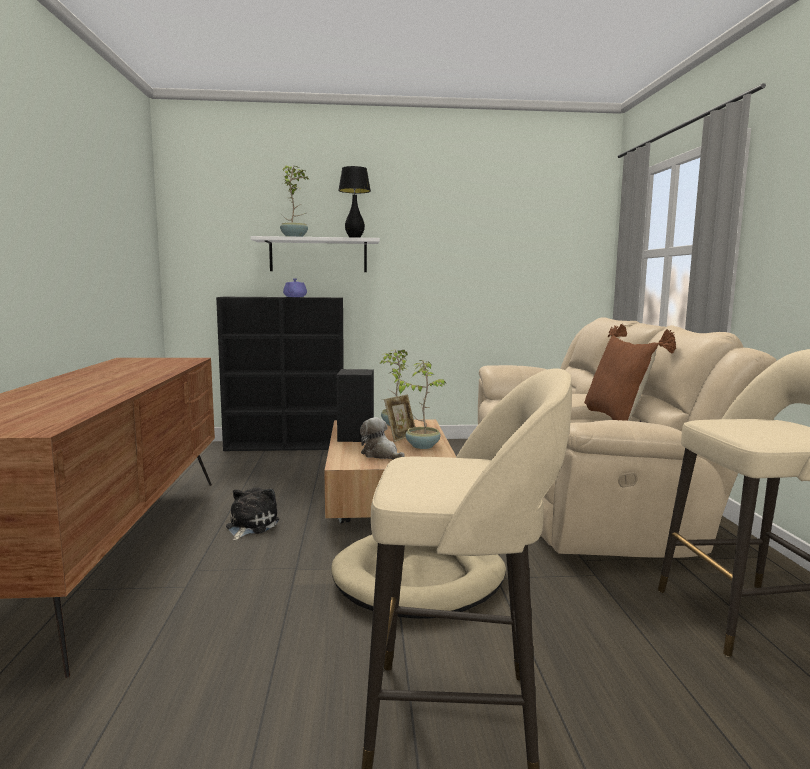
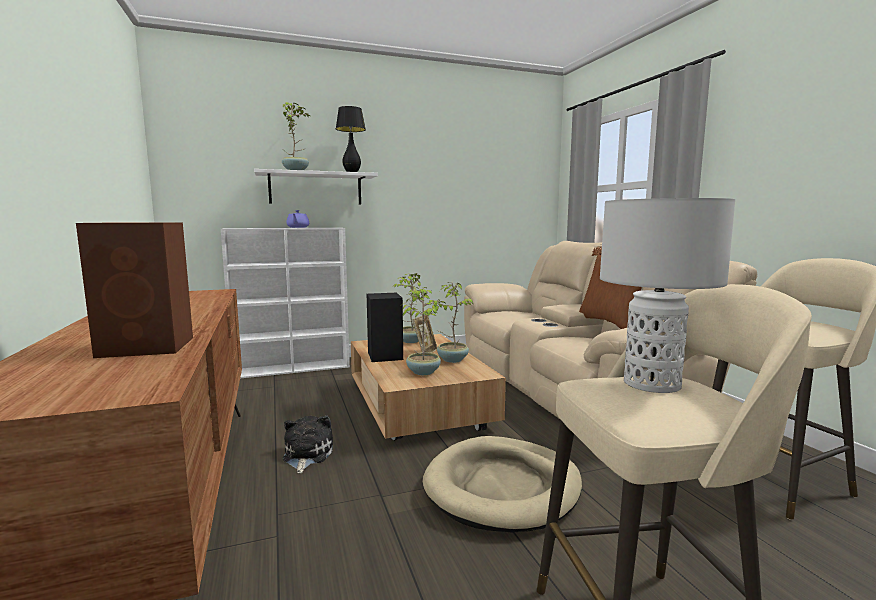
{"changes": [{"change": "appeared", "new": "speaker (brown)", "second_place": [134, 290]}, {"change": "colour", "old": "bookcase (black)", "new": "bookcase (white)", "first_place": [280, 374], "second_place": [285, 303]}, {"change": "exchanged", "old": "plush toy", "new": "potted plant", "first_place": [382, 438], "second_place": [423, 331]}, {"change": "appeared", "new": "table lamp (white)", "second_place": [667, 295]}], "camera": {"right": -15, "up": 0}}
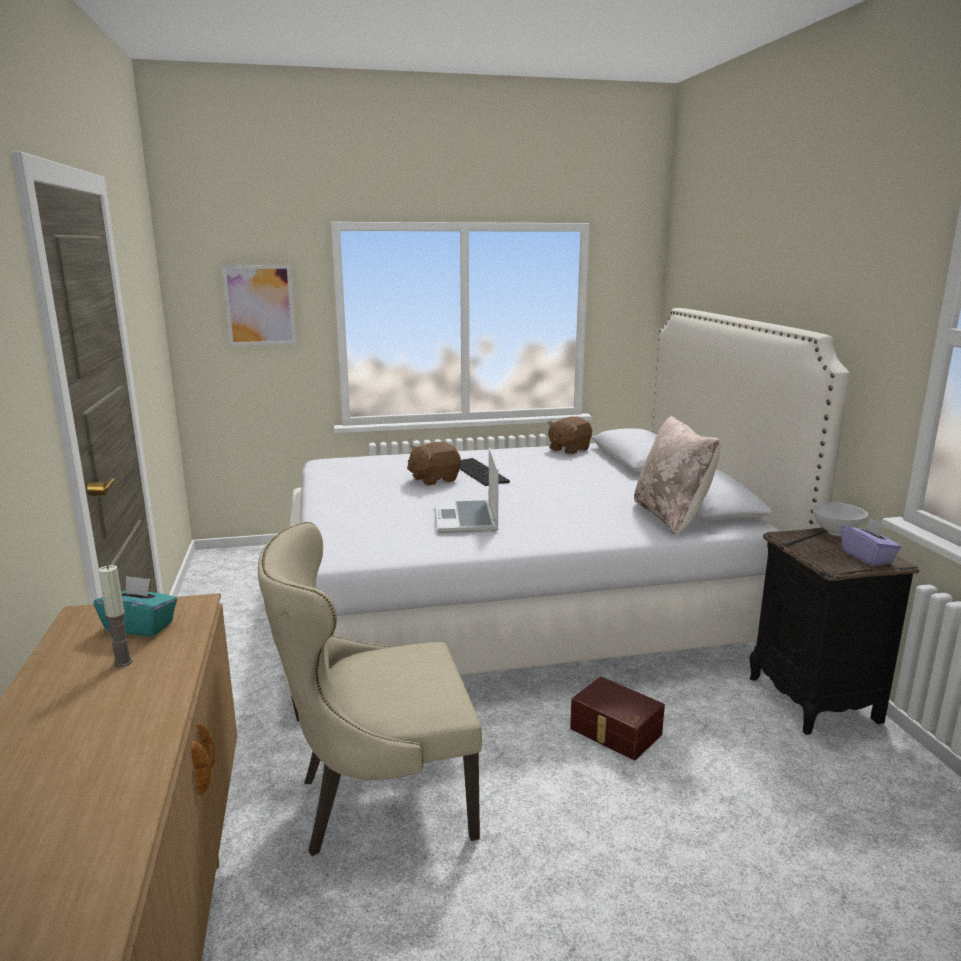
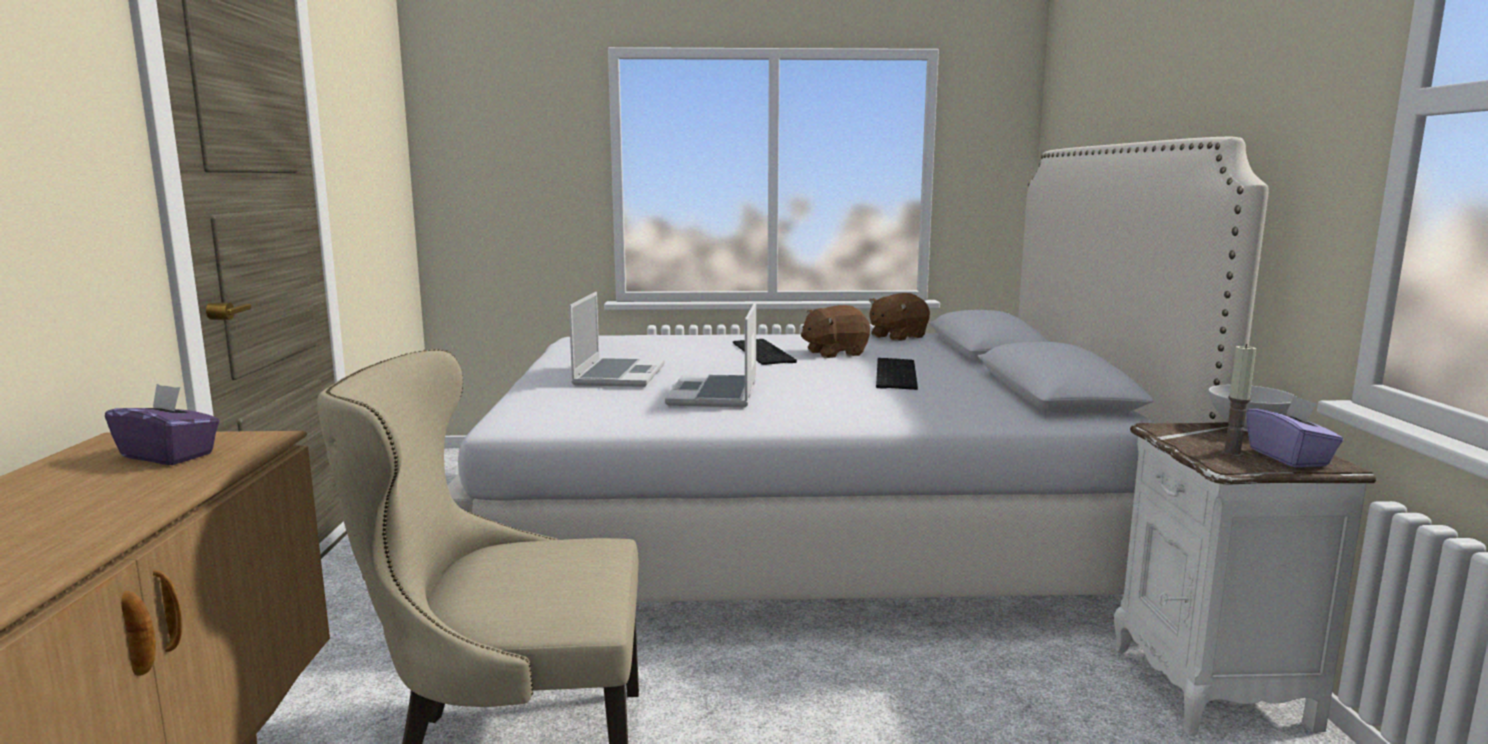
{"changes": [{"change": "colour", "old": "tissue box (turquoise)", "new": "tissue box (purple)", "first_place": [135, 605], "second_place": [162, 424]}, {"change": "appeared", "new": "laptop", "second_place": [617, 339]}, {"change": "relocated", "old": "plush toy (brown)", "first_place": [434, 464], "second_place": [835, 331]}, {"change": "appeared", "new": "keyboard", "second_place": [897, 374]}, {"change": "colour", "old": "nightstand (black)", "new": "nightstand (white)", "first_place": [834, 631], "second_place": [1245, 578]}, {"change": "relocated", "old": "candle", "first_place": [115, 616], "second_place": [1239, 400]}, {"change": "missing", "old": "picture", "first_place": [259, 305]}, {"change": "missing", "old": "storage box (brown)", "first_place": [617, 718]}, {"change": "missing", "old": "pillow (beige)", "first_place": [677, 476]}], "camera": {"right": 10, "up": -5}}
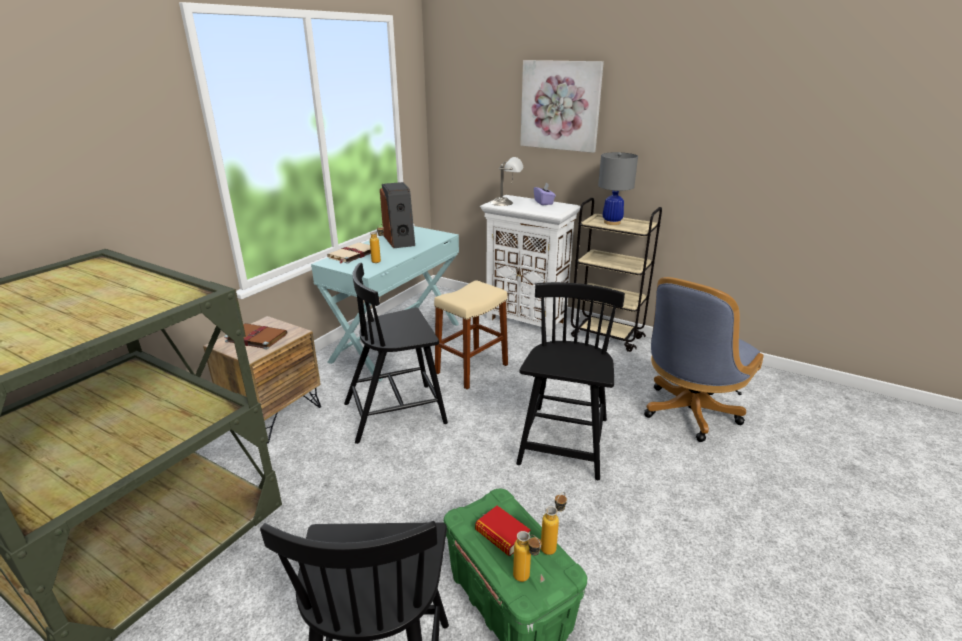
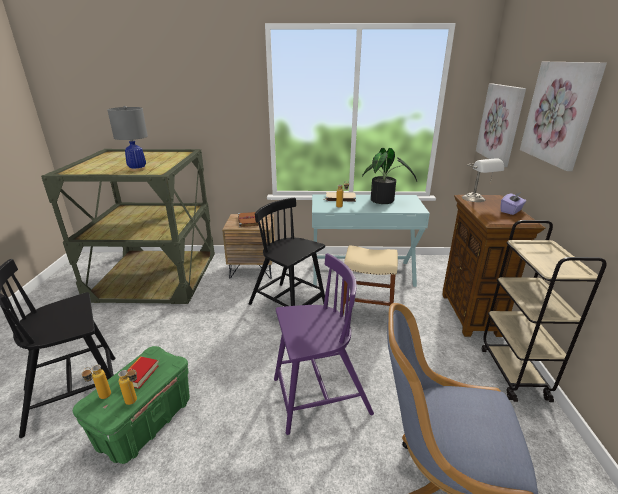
{"changes": [{"change": "relocated", "old": "table lamp (grey)", "first_place": [618, 188], "second_place": [128, 139]}, {"change": "colour", "old": "chair (black)", "new": "chair (purple)", "first_place": [570, 381], "second_place": [324, 344]}, {"change": "exchanged", "old": "speaker", "new": "potted plant", "first_place": [397, 215], "second_place": [389, 176]}, {"change": "colour", "old": "cabinet (white)", "new": "cabinet (brown)", "first_place": [530, 265], "second_place": [494, 266]}, {"change": "appeared", "new": "picture", "second_place": [501, 125]}], "camera": {"right": 60, "up": 0}}
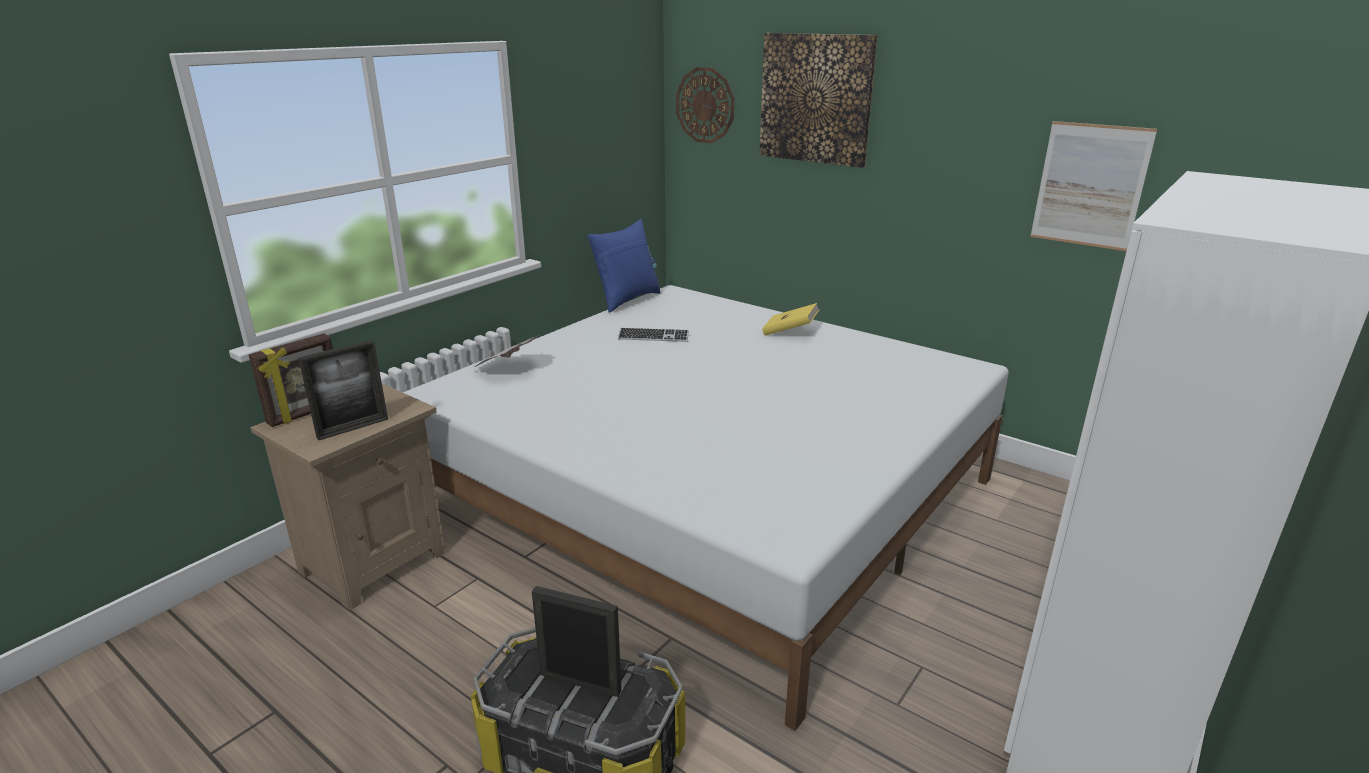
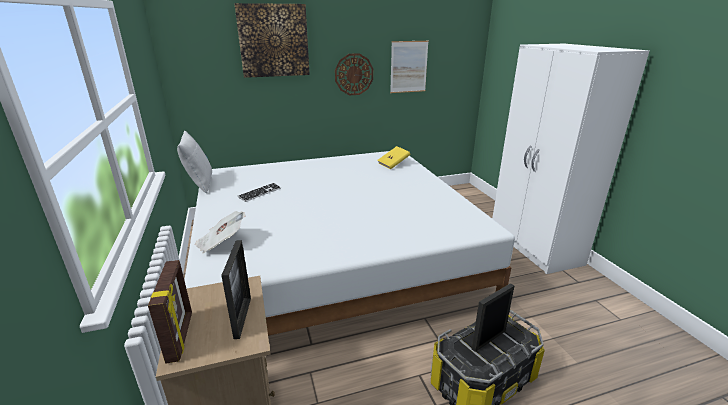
{"changes": [{"change": "colour", "old": "pillow (blue)", "new": "pillow (grey)", "first_place": [624, 266], "second_place": [194, 162]}, {"change": "relocated", "old": "wall clock", "first_place": [705, 105], "second_place": [354, 74]}, {"change": "relocated", "old": "book (yellow)", "first_place": [790, 319], "second_place": [394, 158]}], "camera": {"right": -55, "up": 0}}
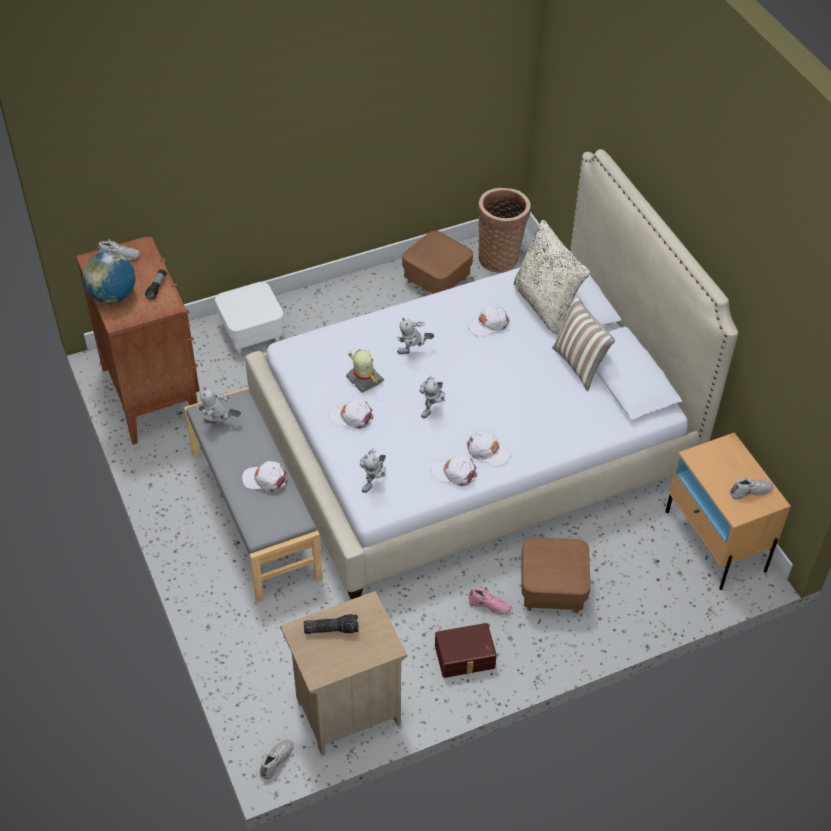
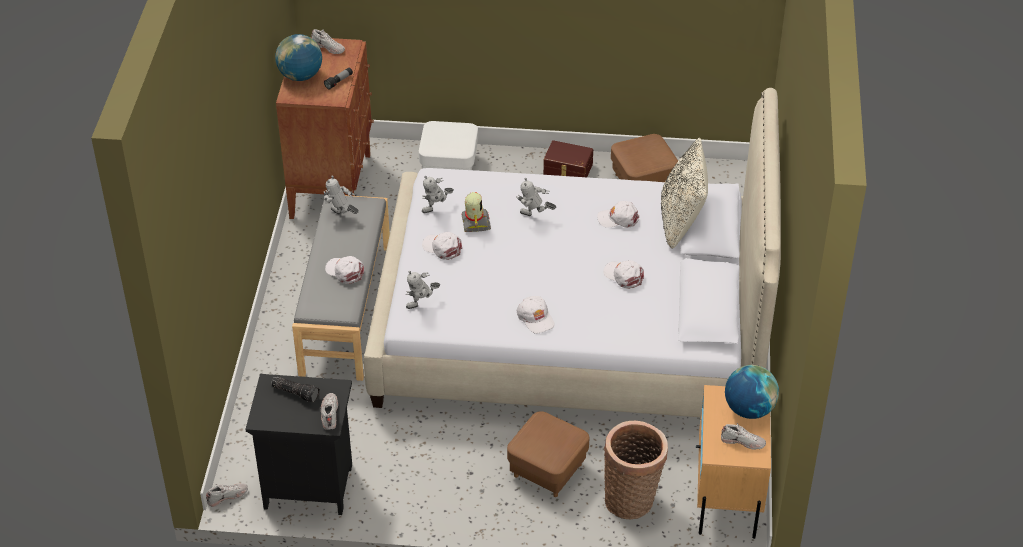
{"changes": [{"change": "colour", "old": "nightstand (beige)", "new": "nightstand (black)", "first_place": [344, 673], "second_place": [298, 444]}, {"change": "appeared", "new": "shoe (white)", "second_place": [329, 411]}, {"change": "relocated", "old": "toy robot", "first_place": [432, 396], "second_place": [438, 194]}, {"change": "relocated", "old": "storage box (brown)", "first_place": [466, 650], "second_place": [568, 158]}, {"change": "relocated", "old": "cap (white)", "first_place": [454, 470], "second_place": [623, 274]}, {"change": "relocated", "old": "basket", "first_place": [504, 230], "second_place": [636, 470]}, {"change": "appeared", "new": "globe", "second_place": [752, 392]}, {"change": "missing", "old": "shoe (pink)", "first_place": [490, 601]}, {"change": "missing", "old": "pillow", "first_place": [583, 343]}], "camera": {"right": 30, "up": -5}}
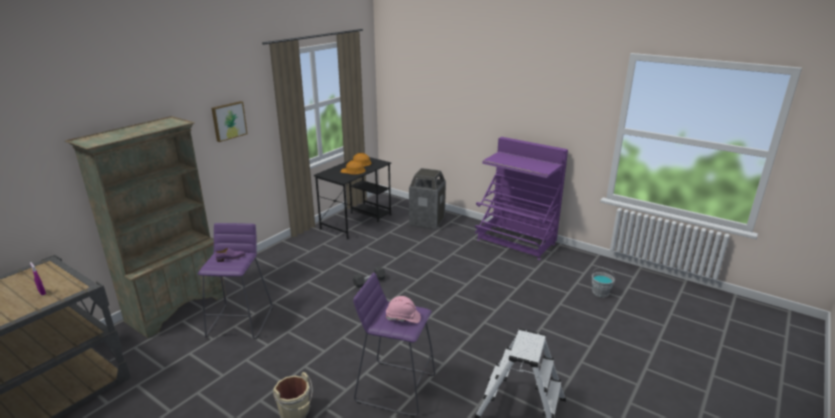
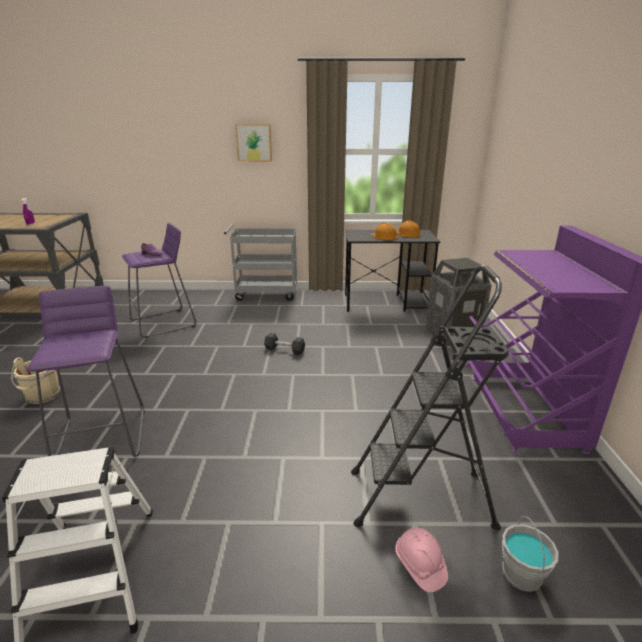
{"changes": [{"change": "appeared", "new": "cart (grey)", "second_place": [260, 262]}, {"change": "appeared", "new": "step ladder", "second_place": [430, 397]}, {"change": "relocated", "old": "hard hat (pink)", "first_place": [403, 309], "second_place": [422, 560]}, {"change": "missing", "old": "bookcase (green)", "first_place": [145, 227]}], "camera": {"right": 55, "up": 0}}
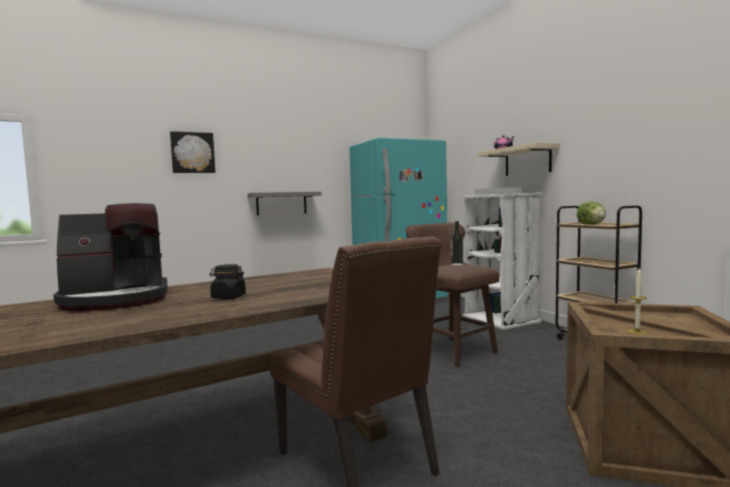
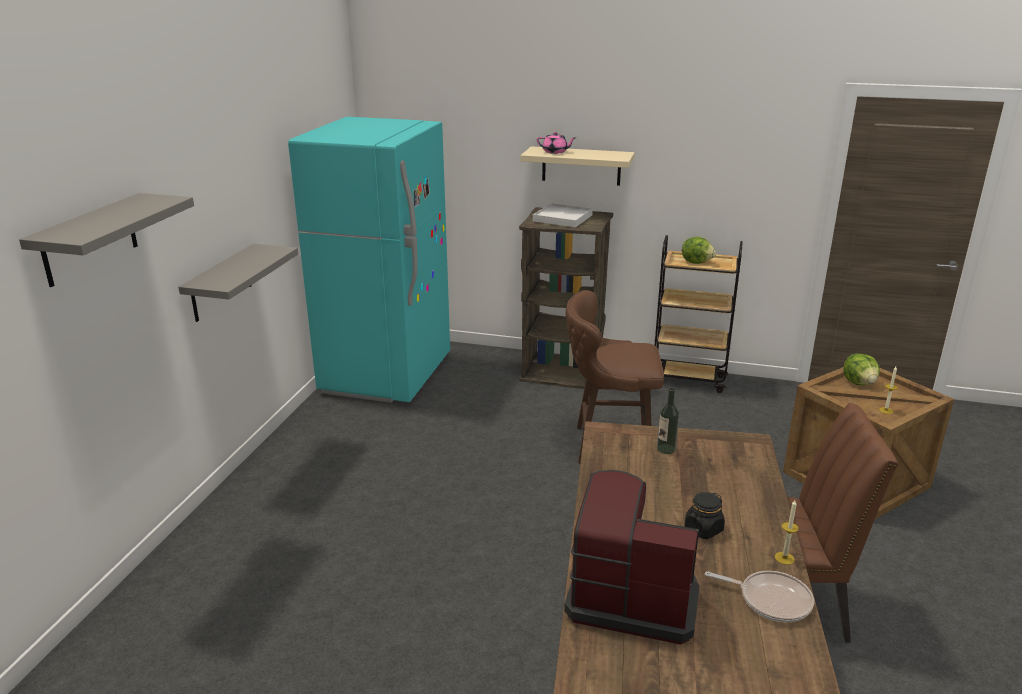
{"changes": [{"change": "exchanged", "old": "picture", "new": "shelf (grey)", "first_place": [192, 152], "second_place": [106, 240]}, {"change": "colour", "old": "bookcase (white)", "new": "bookcase (brown)", "first_place": [502, 261], "second_place": [566, 298]}, {"change": "spun", "old": "coffee machine", "first_place": [110, 257], "second_place": [632, 557], "degrees": -90}, {"change": "relocated", "old": "bottle", "first_place": [457, 243], "second_place": [668, 421]}, {"change": "appeared", "new": "frying pan", "second_place": [759, 596]}, {"change": "appeared", "new": "candle", "second_place": [787, 532]}, {"change": "appeared", "new": "lettuce", "second_place": [862, 369]}], "camera": {"right": -50, "up": 20}}
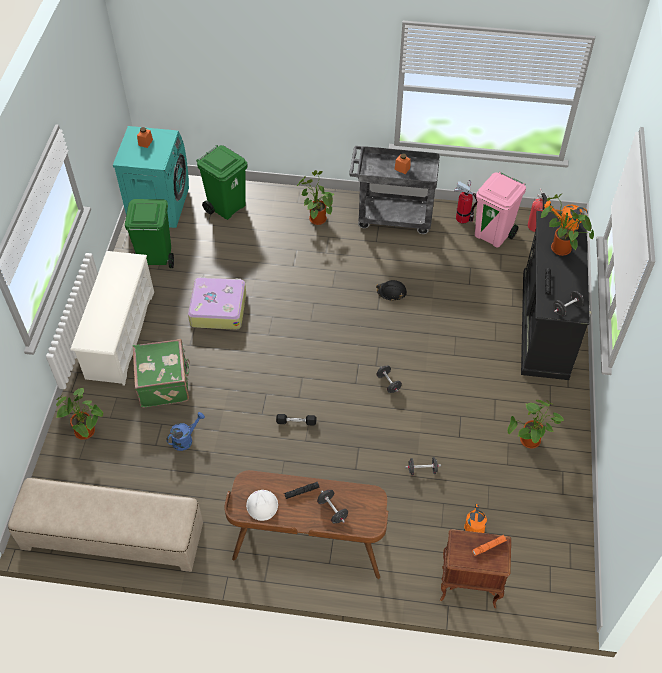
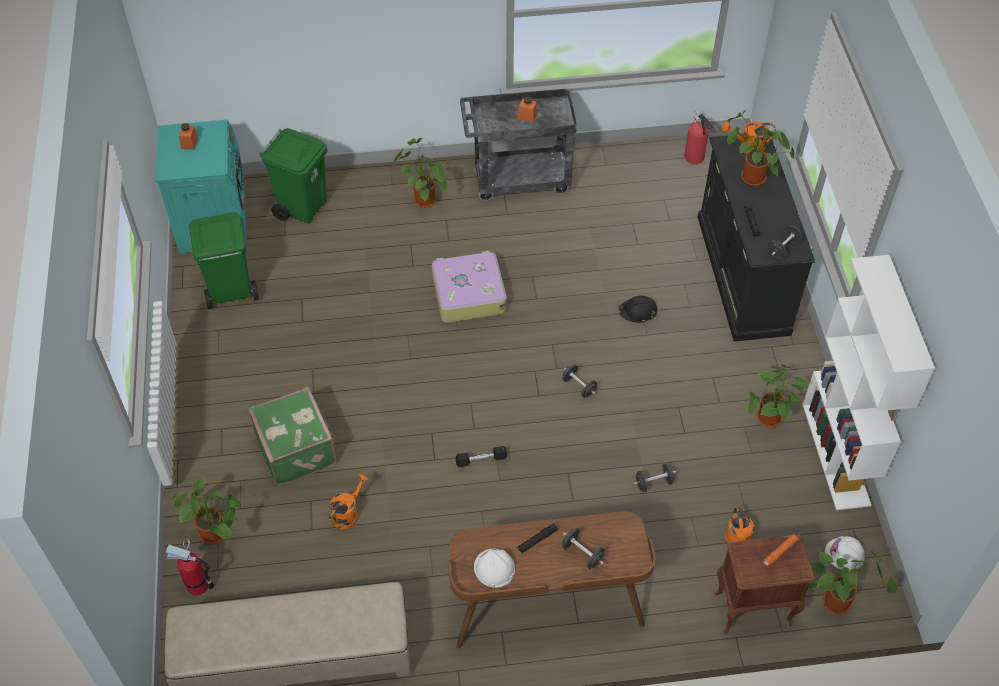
{"changes": [{"change": "relocated", "old": "fire extinguisher", "first_place": [465, 202], "second_place": [190, 567]}, {"change": "colour", "old": "watering can (blue)", "new": "watering can (orange)", "first_place": [185, 431], "second_place": [349, 501]}, {"change": "relocated", "old": "suitcase", "first_place": [217, 303], "second_place": [469, 287]}, {"change": "relocated", "old": "hard hat (black)", "first_place": [391, 290], "second_place": [637, 309]}, {"change": "appeared", "new": "bookcase (white)", "second_place": [868, 382]}, {"change": "appeared", "new": "potted plant", "second_place": [853, 582]}, {"change": "appeared", "new": "hard hat (white)", "second_place": [845, 553]}, {"change": "missing", "old": "shoe rack (white)", "first_place": [112, 318]}, {"change": "missing", "old": "trash can (pink)", "first_place": [500, 210]}], "camera": {"right": -15, "up": 0}}
